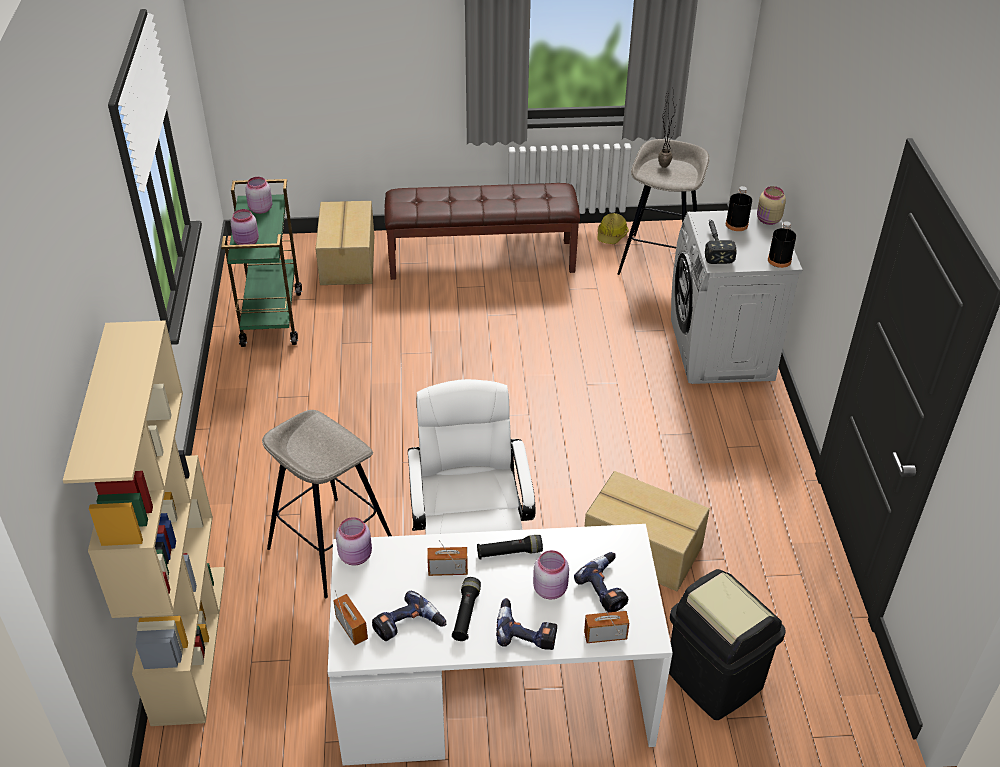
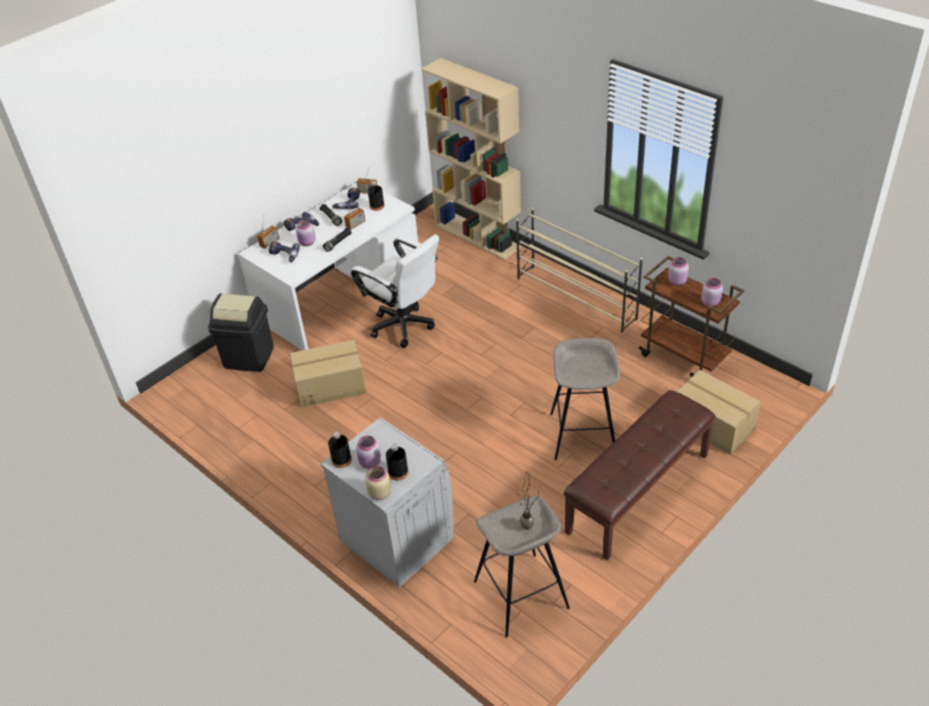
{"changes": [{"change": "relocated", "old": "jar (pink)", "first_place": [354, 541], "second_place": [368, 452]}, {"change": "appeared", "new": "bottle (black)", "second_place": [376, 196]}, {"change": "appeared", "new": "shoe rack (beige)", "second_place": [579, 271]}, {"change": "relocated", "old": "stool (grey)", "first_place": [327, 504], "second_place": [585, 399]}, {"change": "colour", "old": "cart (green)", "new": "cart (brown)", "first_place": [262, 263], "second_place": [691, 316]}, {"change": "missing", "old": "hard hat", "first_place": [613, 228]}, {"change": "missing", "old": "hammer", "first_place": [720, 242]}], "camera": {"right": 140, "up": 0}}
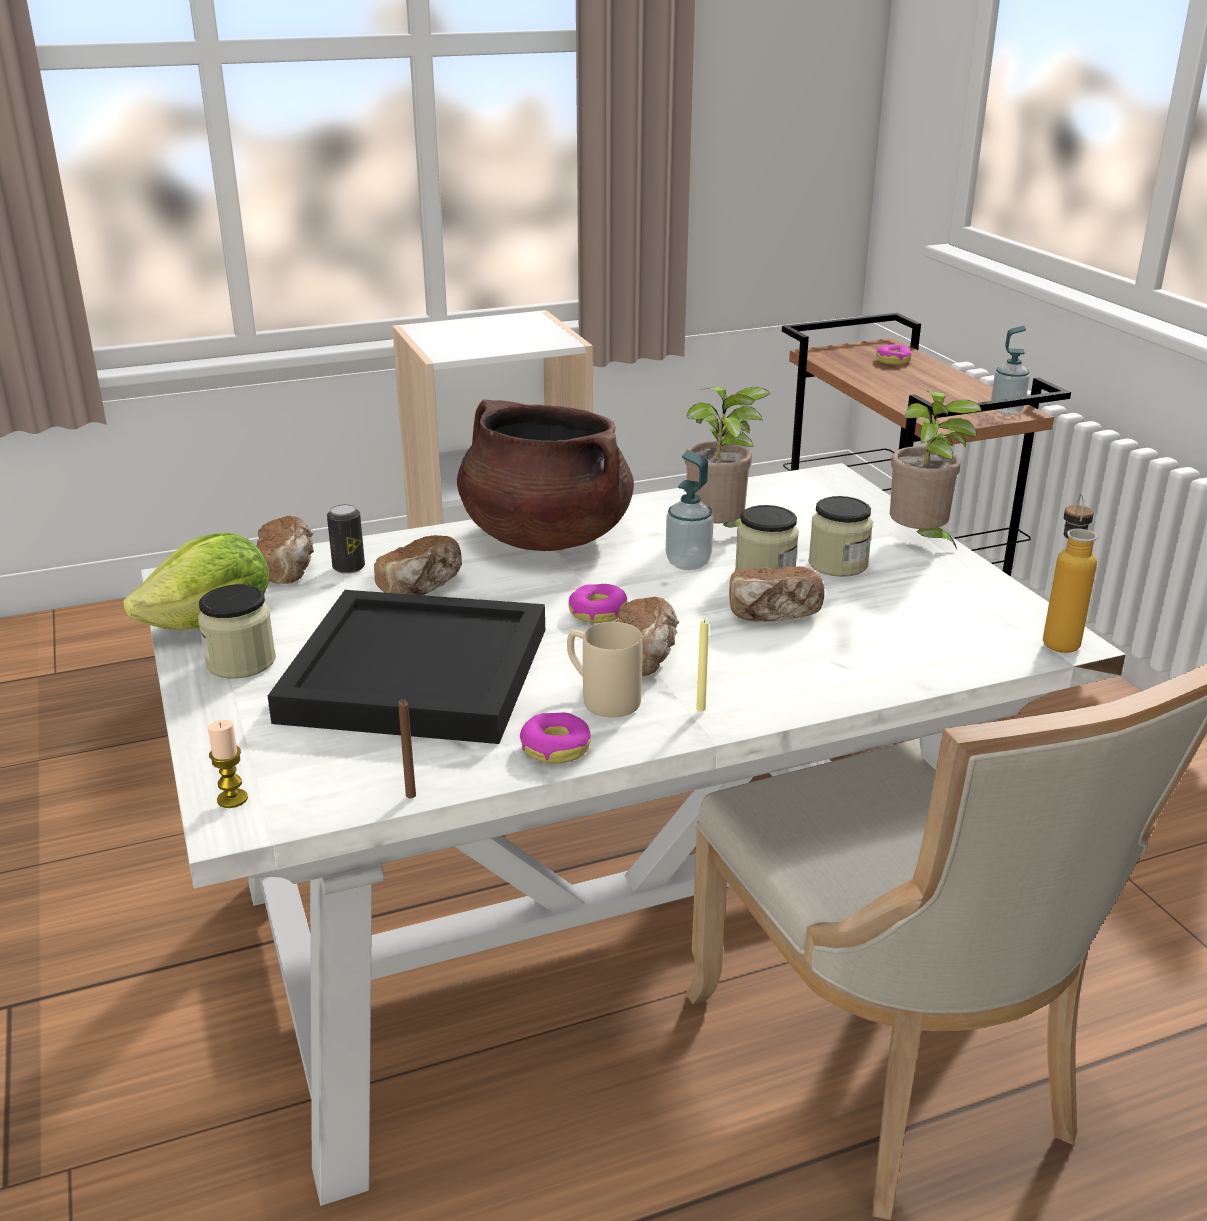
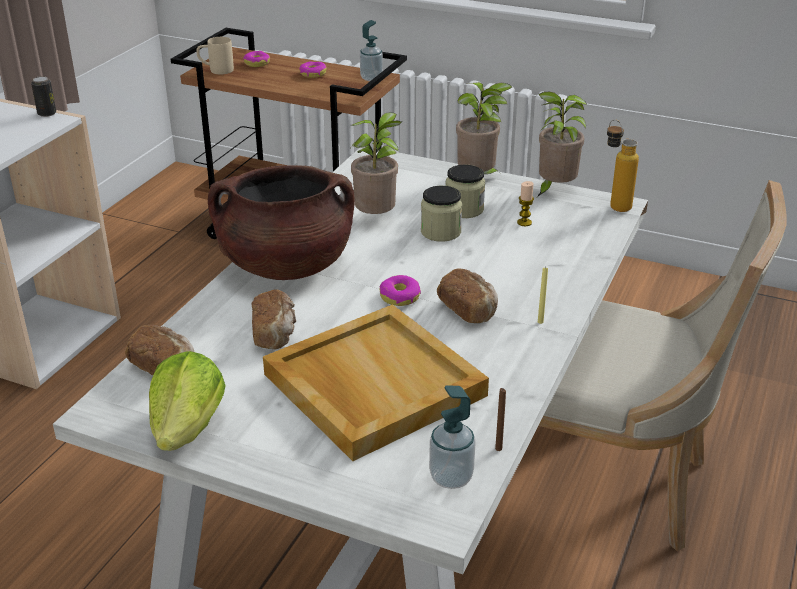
{"changes": [{"change": "relocated", "old": "can", "first_place": [346, 539], "second_place": [43, 96]}, {"change": "relocated", "old": "mug (beige)", "first_place": [604, 670], "second_place": [215, 55]}, {"change": "colour", "old": "tray (black)", "new": "tray (beige)", "first_place": [406, 667], "second_place": [376, 382]}, {"change": "relocated", "old": "donut", "first_place": [555, 738], "second_place": [312, 70]}, {"change": "relocated", "old": "soap dispenser", "first_place": [690, 510], "second_place": [452, 437]}, {"change": "relocated", "old": "candle", "first_place": [228, 764], "second_place": [525, 203]}, {"change": "appeared", "new": "potted plant", "second_place": [562, 144]}, {"change": "missing", "old": "jar", "first_place": [237, 631]}, {"change": "missing", "old": "bread", "first_place": [777, 594]}], "camera": {"right": -45, "up": 5}}
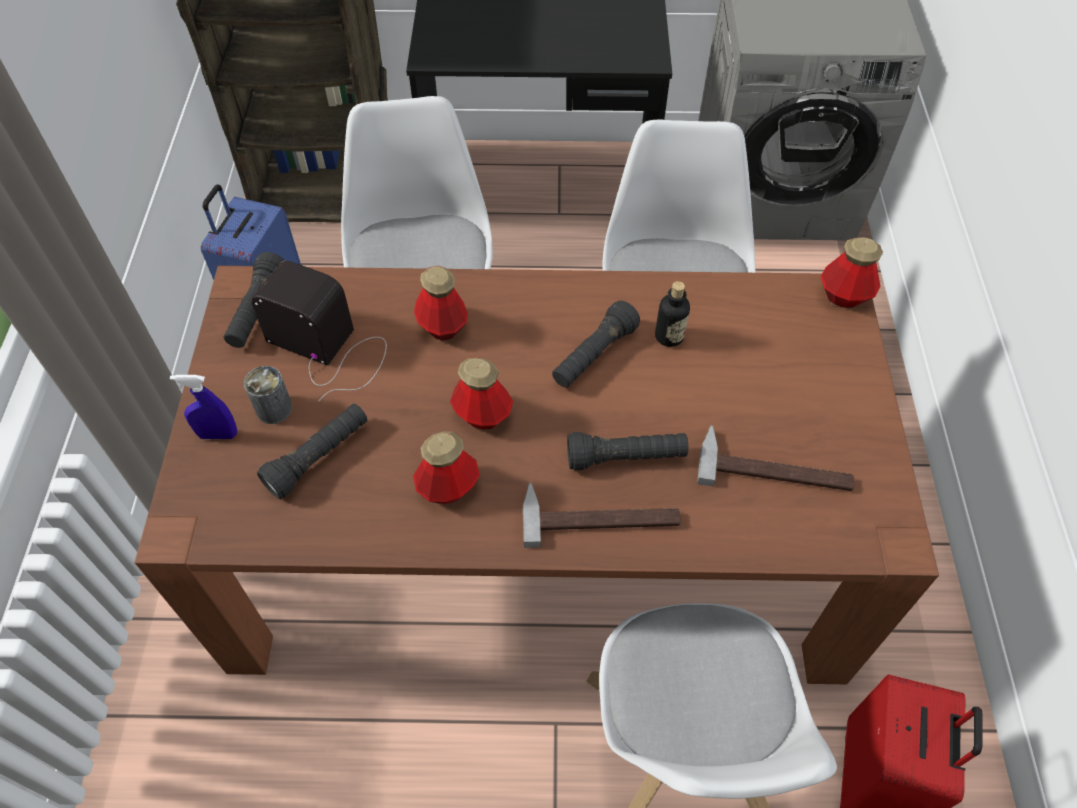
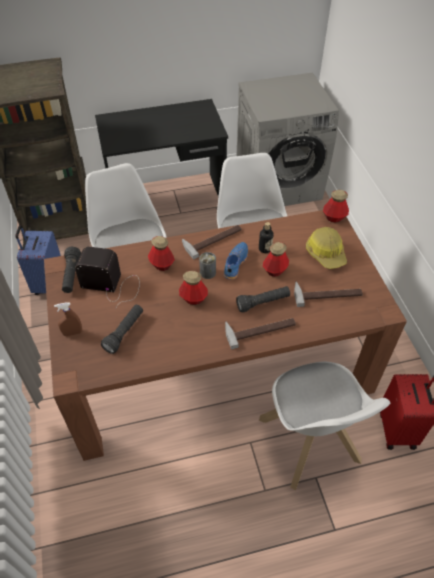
{"changes": [{"change": "colour", "old": "spray bottle (blue)", "new": "spray bottle (brown)", "first_place": [203, 407], "second_place": [68, 319]}, {"change": "appeared", "new": "hammer", "second_place": [212, 242]}, {"change": "relocated", "old": "can", "first_place": [268, 395], "second_place": [207, 265]}, {"change": "exchanged", "old": "flashlight (black)", "new": "shoe (blue)", "first_place": [596, 344], "second_place": [236, 261]}, {"change": "relocated", "old": "bottle", "first_place": [446, 467], "second_place": [276, 259]}, {"change": "appeared", "new": "hard hat", "second_place": [326, 248]}], "camera": {"right": -15, "up": -5}}
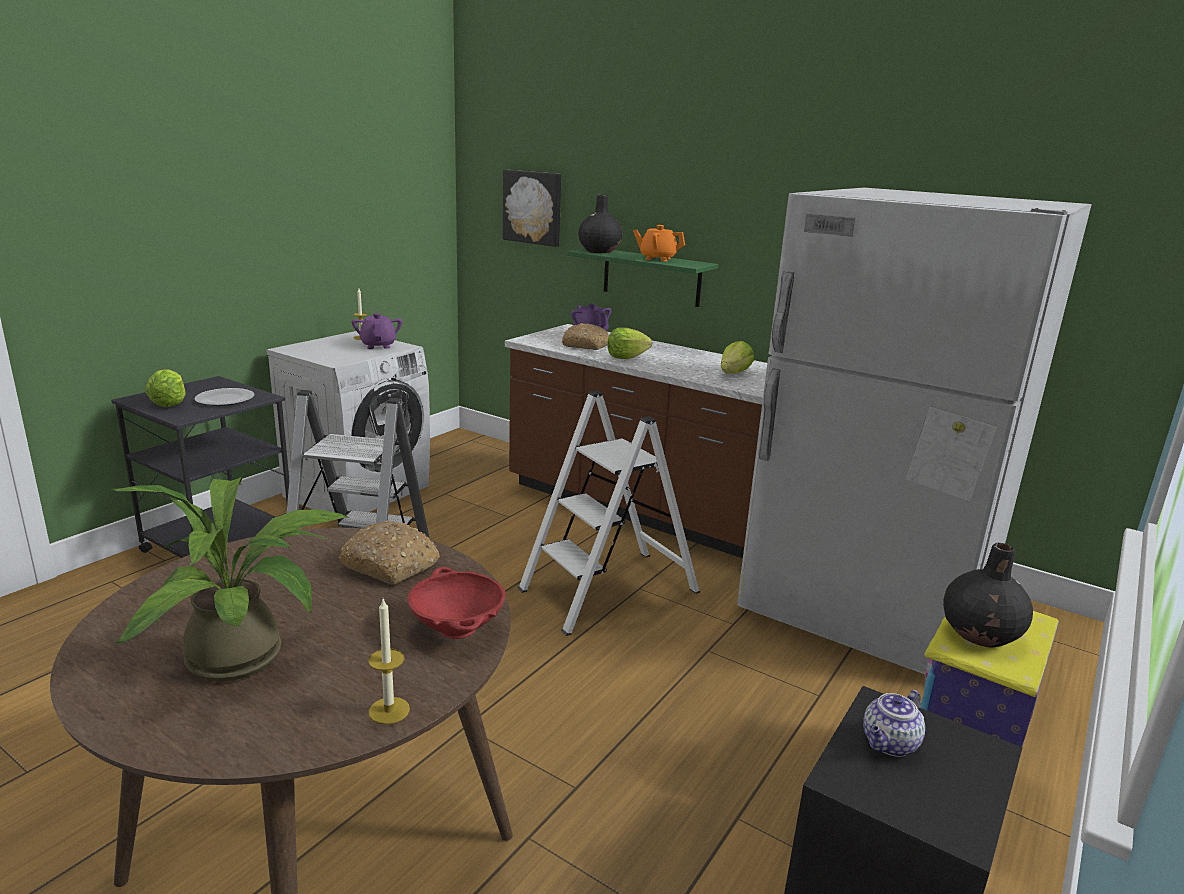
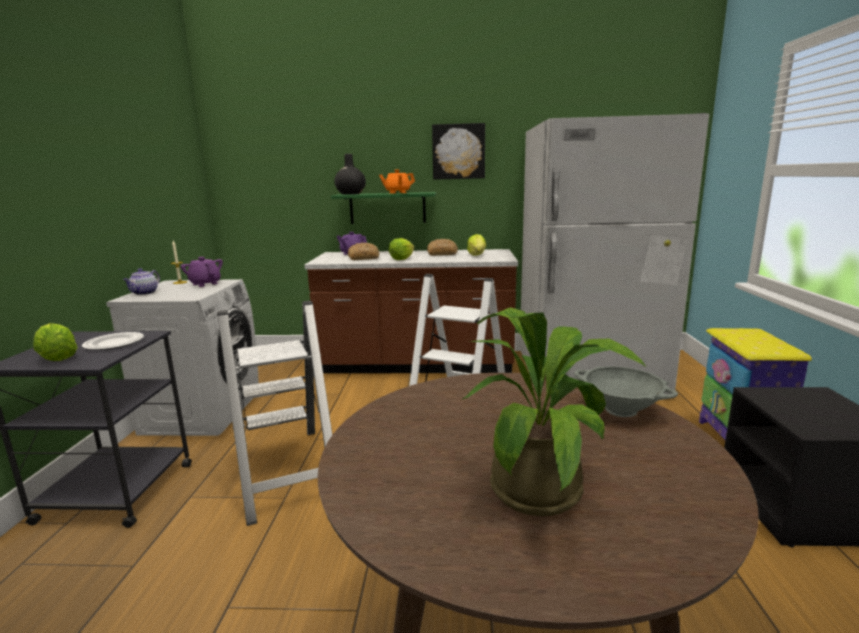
{"changes": [{"change": "relocated", "old": "teapot", "first_place": [894, 723], "second_place": [141, 281]}, {"change": "relocated", "old": "bread", "first_place": [389, 553], "second_place": [442, 247]}, {"change": "relocated", "old": "picture", "first_place": [532, 208], "second_place": [458, 151]}, {"change": "colour", "old": "bowl (red)", "new": "bowl (grey)", "first_place": [456, 603], "second_place": [626, 392]}, {"change": "missing", "old": "candle", "first_place": [389, 661]}, {"change": "missing", "old": "vase (black)", "first_place": [988, 595]}], "camera": {"right": -30, "up": -5}}
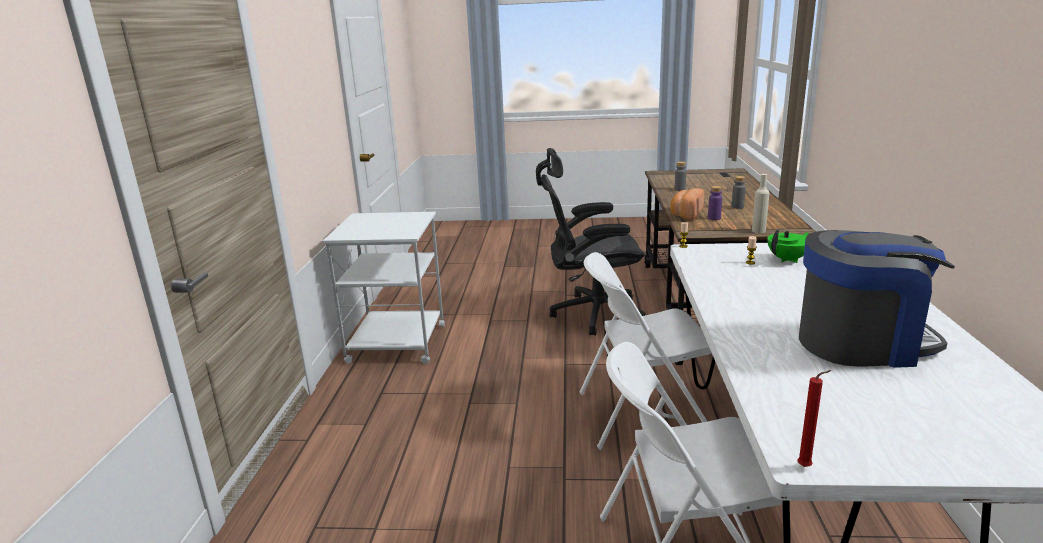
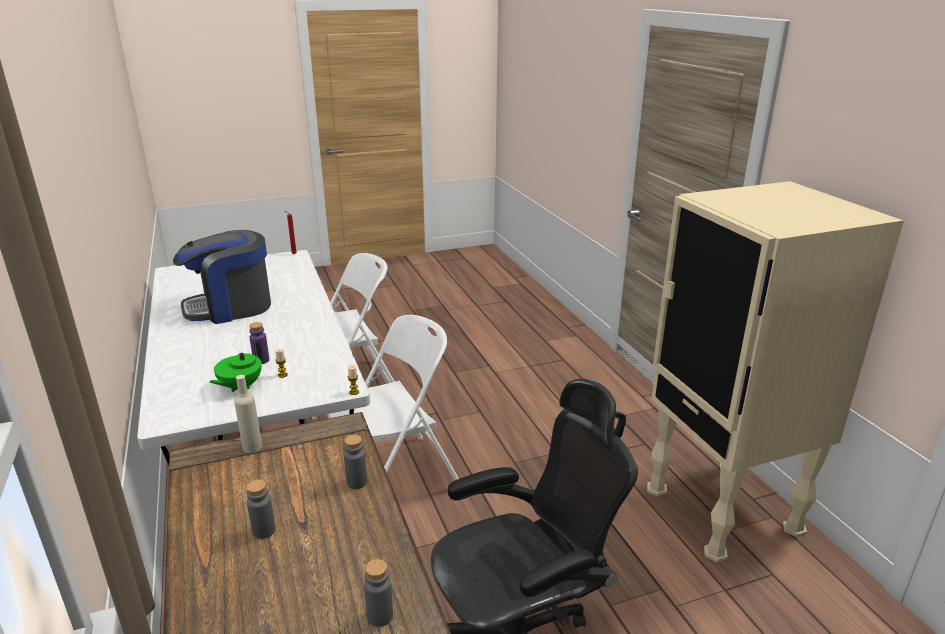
{"changes": [{"change": "relocated", "old": "bottle (purple)", "first_place": [715, 203], "second_place": [259, 343]}, {"change": "exchanged", "old": "bread", "new": "bottle (grey)", "first_place": [687, 204], "second_place": [355, 462]}, {"change": "exchanged", "old": "cart (white)", "new": "cabinet (beige)", "first_place": [384, 288], "second_place": [775, 371]}], "camera": {"right": 155, "up": 5}}
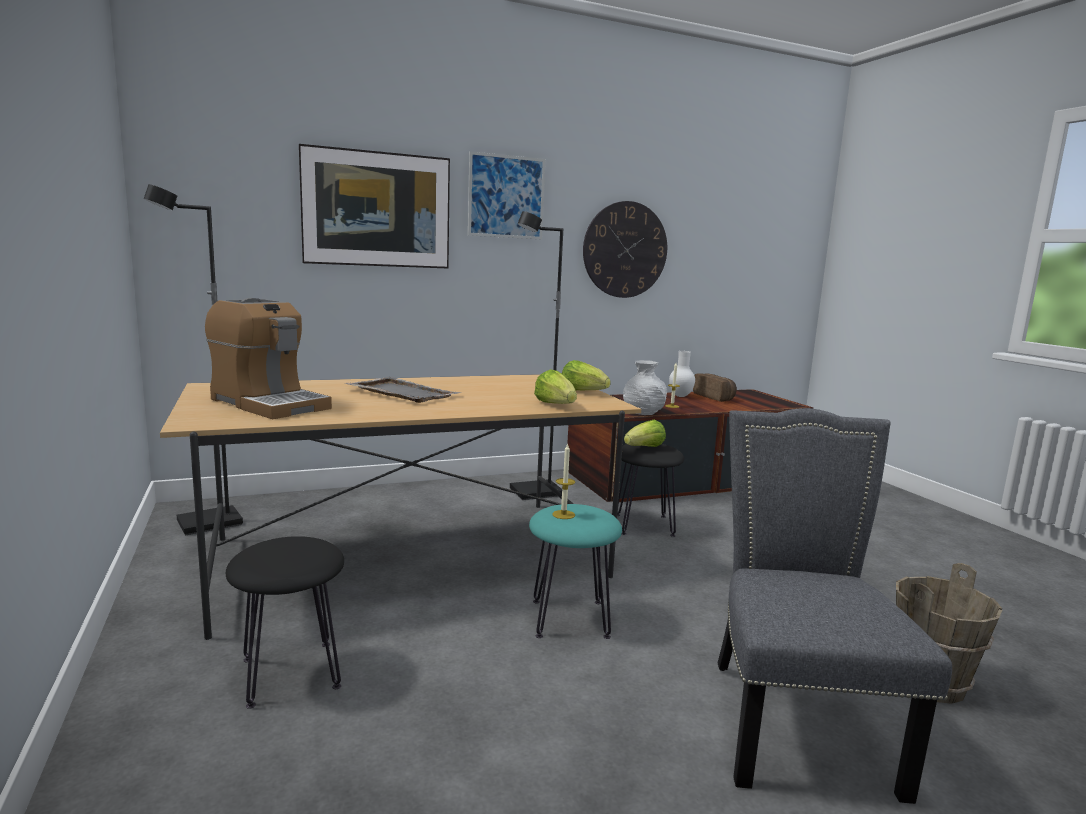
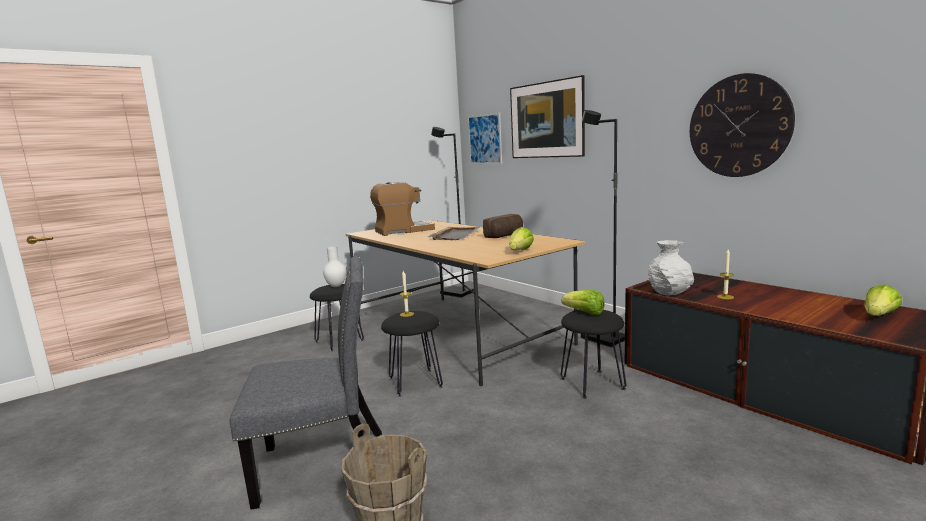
{"changes": [{"change": "relocated", "old": "vase (white)", "first_place": [682, 374], "second_place": [334, 267]}, {"change": "spun", "old": "coffee machine", "first_place": [268, 358], "second_place": [402, 209], "degrees": -135}, {"change": "colour", "old": "stool (turquoise)", "new": "stool (black)", "first_place": [575, 571], "second_place": [412, 354]}, {"change": "relocated", "old": "picture", "first_place": [506, 195], "second_place": [485, 138]}, {"change": "relocated", "old": "bread", "first_place": [715, 387], "second_place": [503, 226]}, {"change": "relocated", "old": "lettuce", "first_place": [555, 386], "second_place": [883, 300]}], "camera": {"right": 75, "up": 0}}
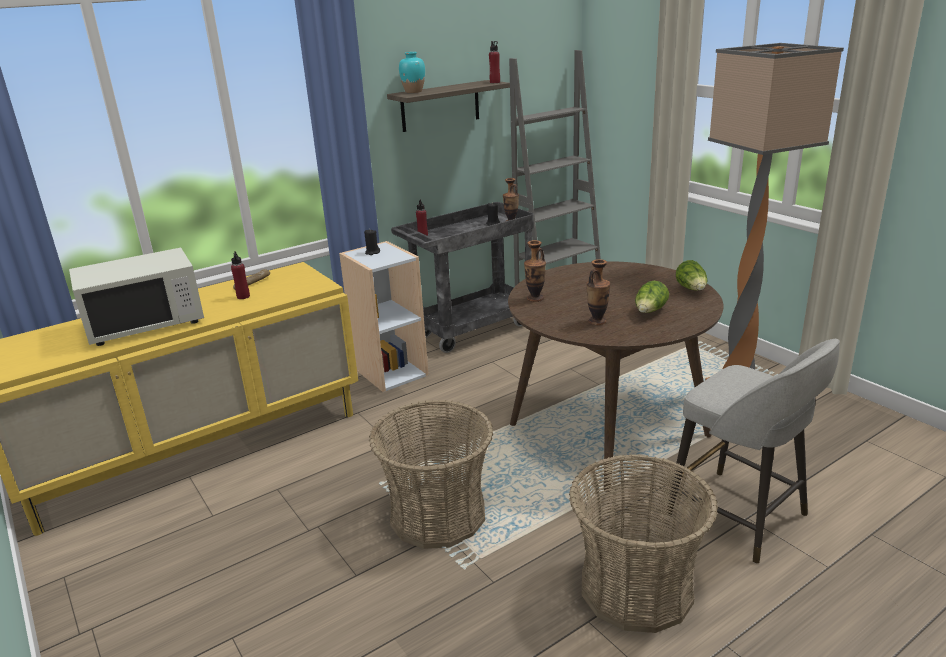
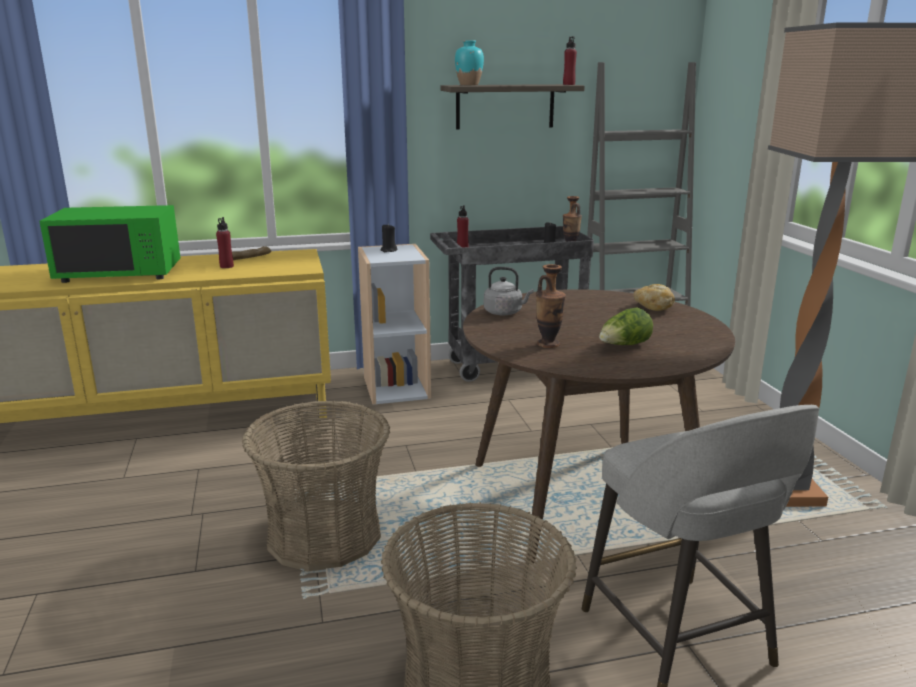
{"changes": [{"change": "colour", "old": "microwave (white)", "new": "microwave (green)", "first_place": [136, 297], "second_place": [109, 244]}, {"change": "exchanged", "old": "vase", "new": "kettle (grey)", "first_place": [535, 271], "second_place": [509, 291]}, {"change": "appeared", "new": "bread", "second_place": [654, 297]}, {"change": "missing", "old": "lettuce", "first_place": [692, 275]}], "camera": {"right": 20, "up": -5}}
